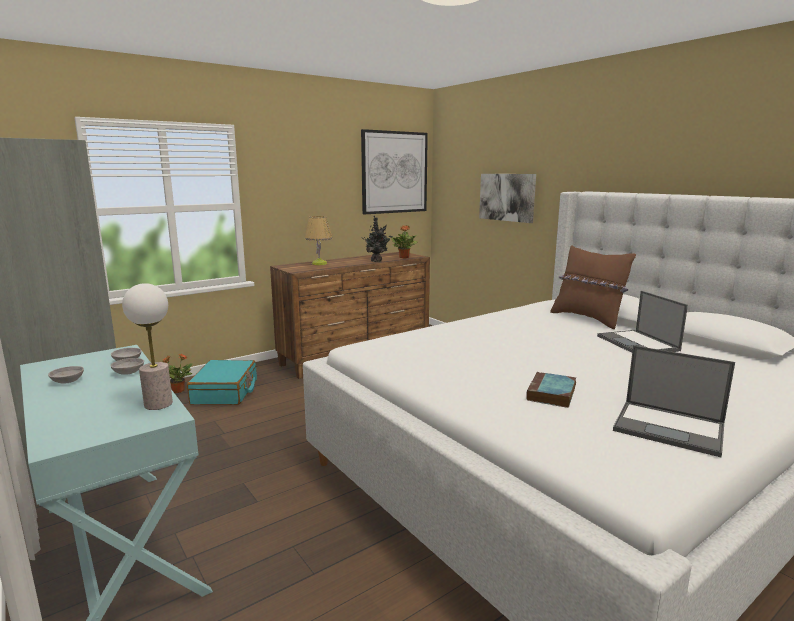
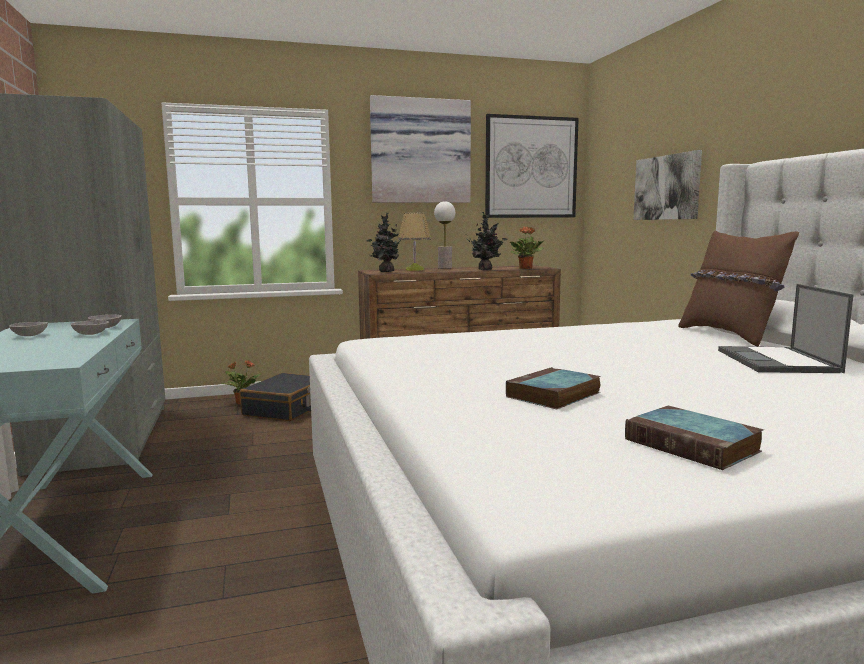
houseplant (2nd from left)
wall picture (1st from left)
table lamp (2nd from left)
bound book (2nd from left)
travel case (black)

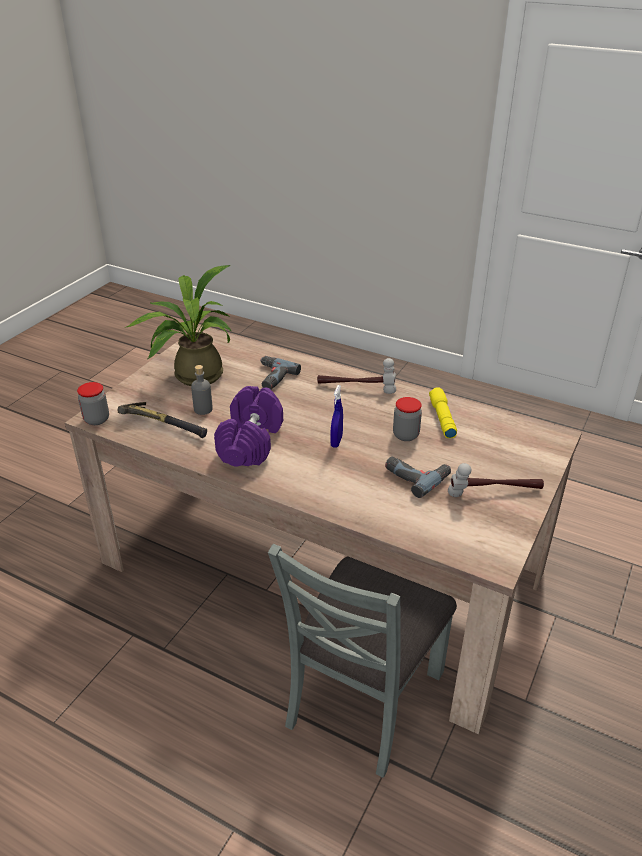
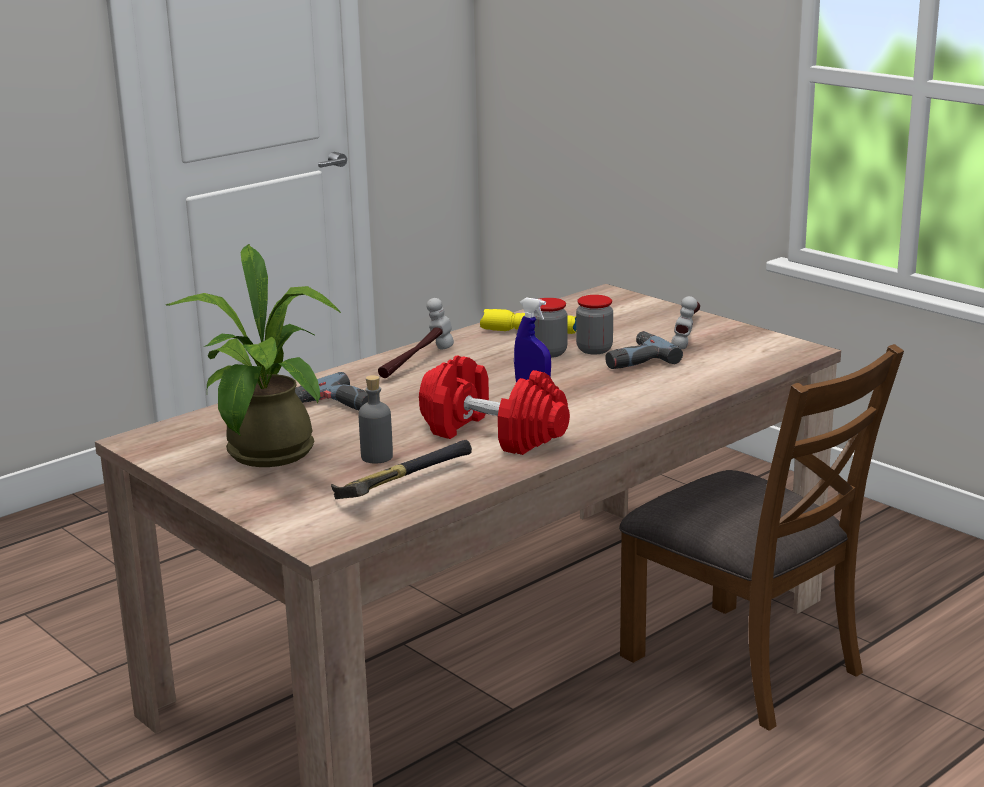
storage jar (2nd from left)
hand weight (red)
chair (brown)

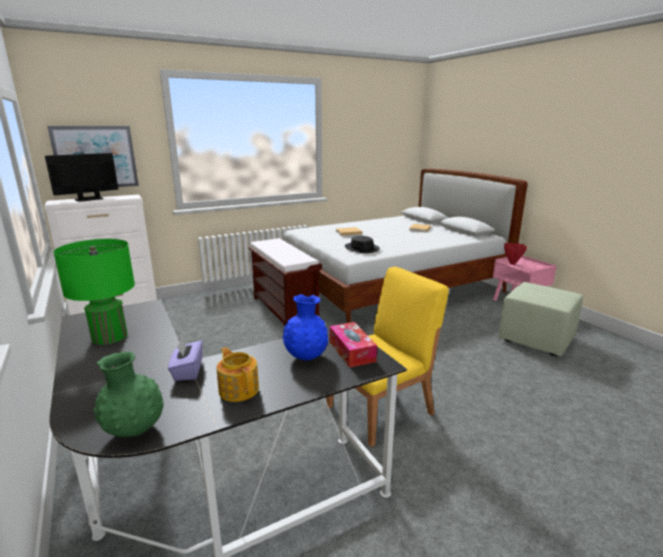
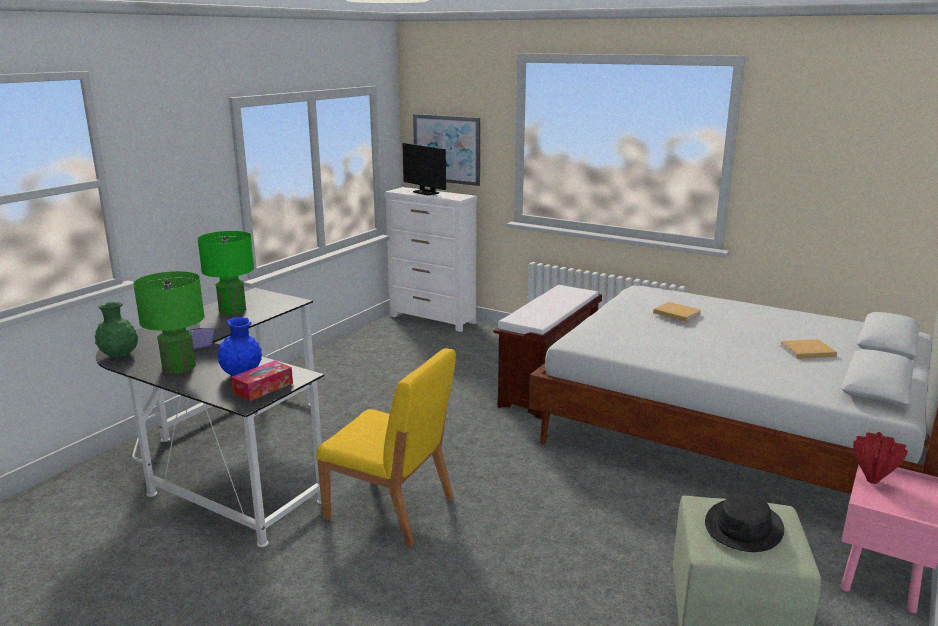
hat (black)
table lamp (green) (1st from left)
computer screen

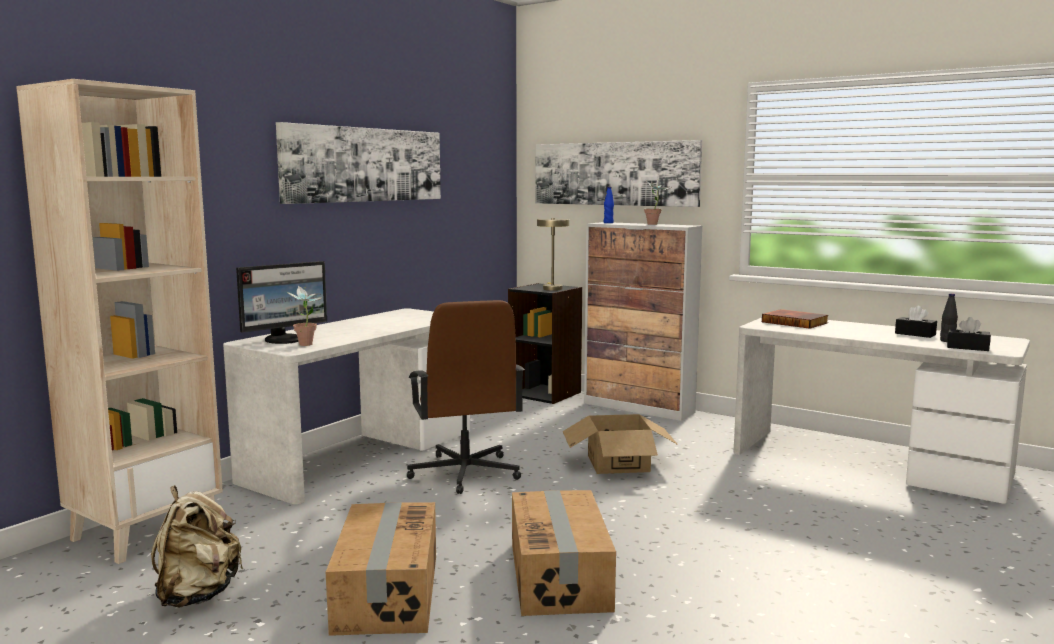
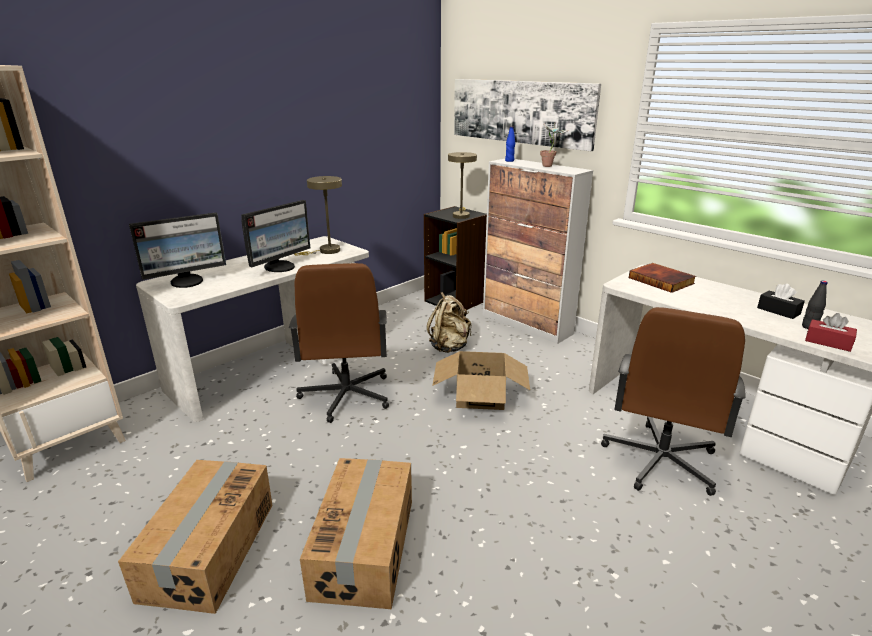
wall picture (1st from left in the first image)
houseplant (1st from left in the first image)
computer screen (2nd from left)
table lamp (beige) (1st from left)
computer chair (brown) (2nd from left)
knapsack (beige)
tissue holder (red)

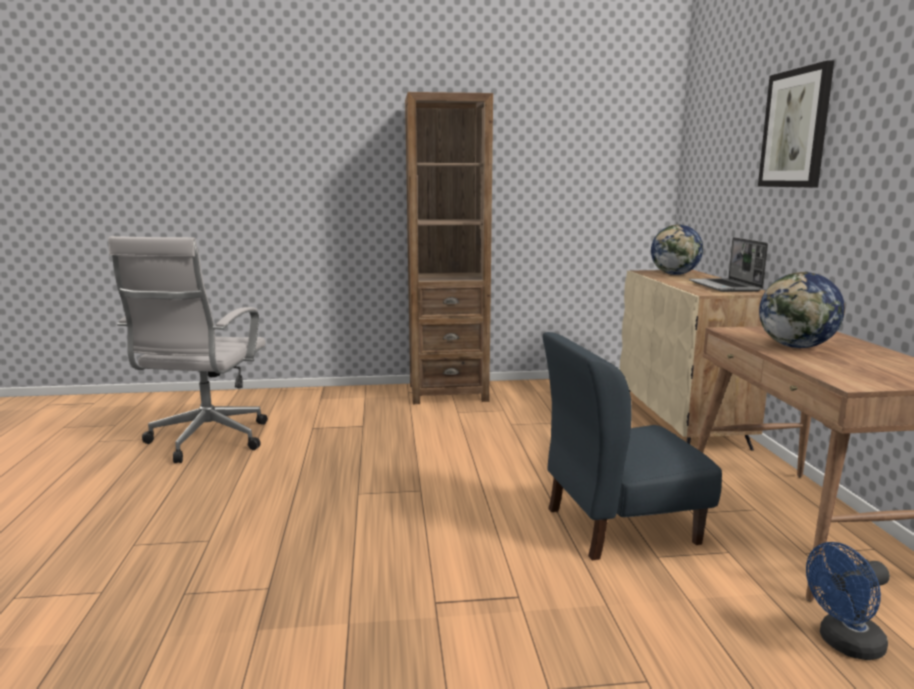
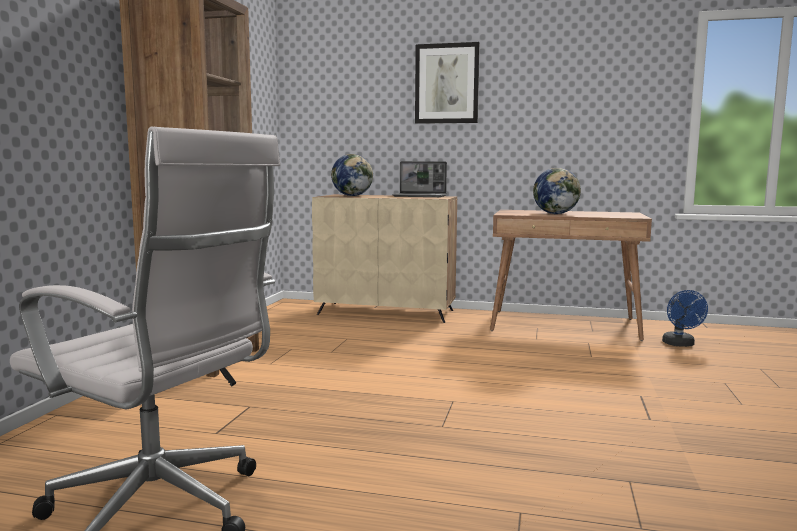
chair (blue)

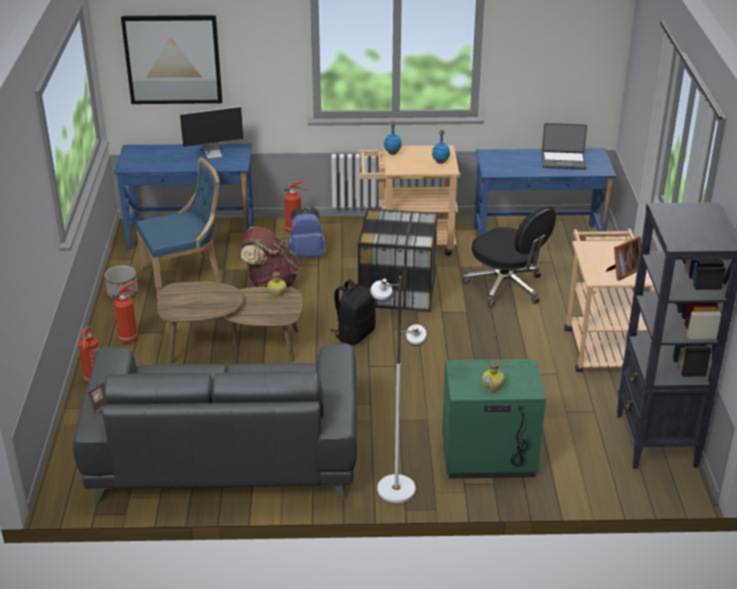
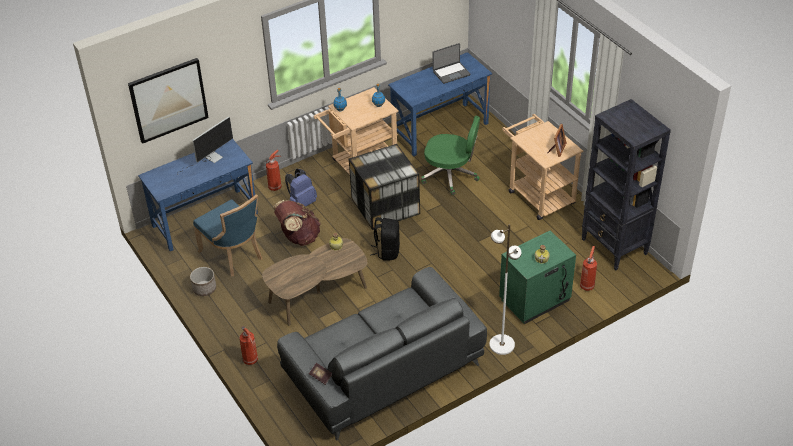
extinguisher (3rd from left)
computer chair (green)
chair (blue)

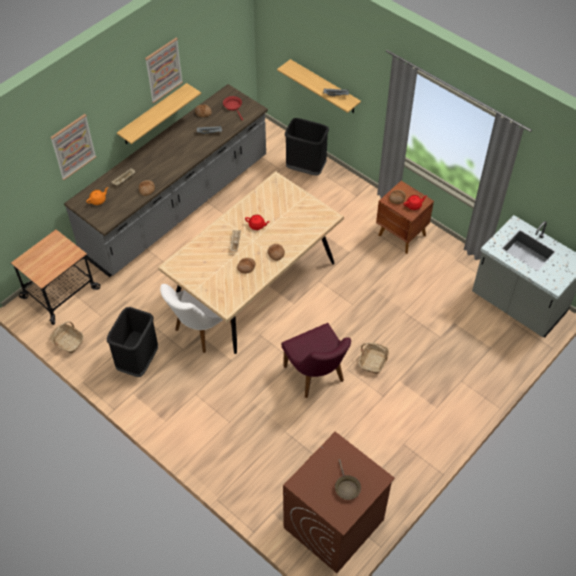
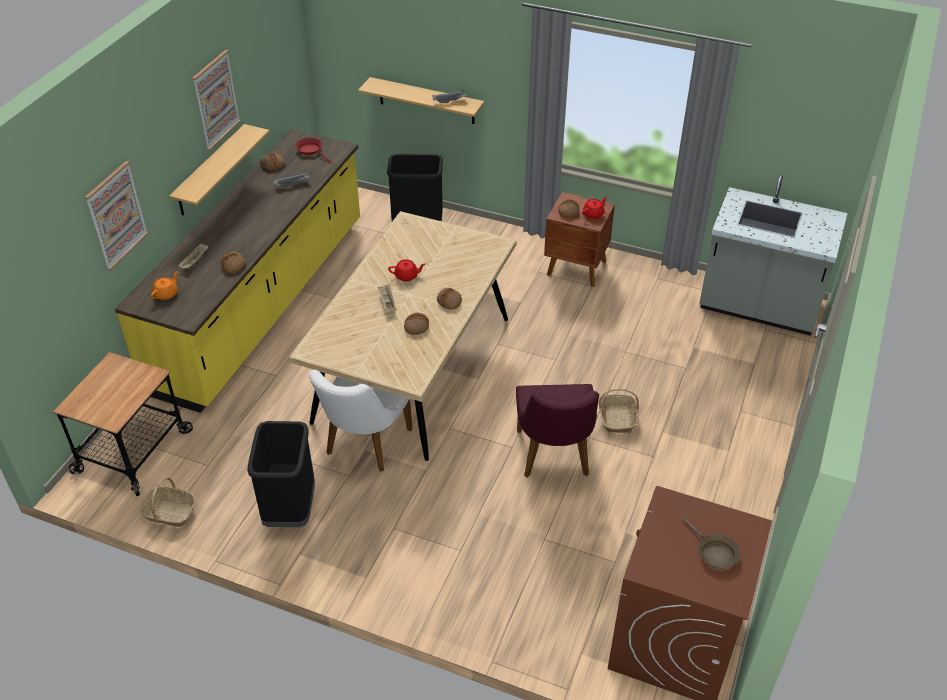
kitchen base unit (yellow-coloured)
chair (purple)

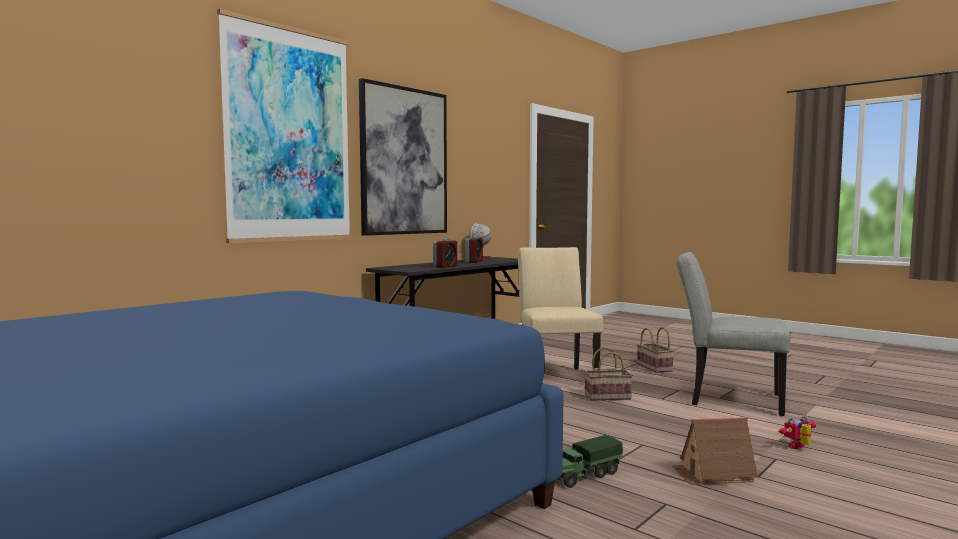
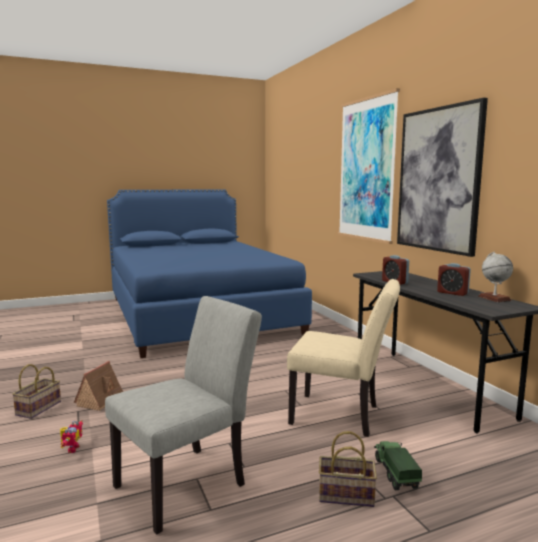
toy truck
household basket (1st from left)

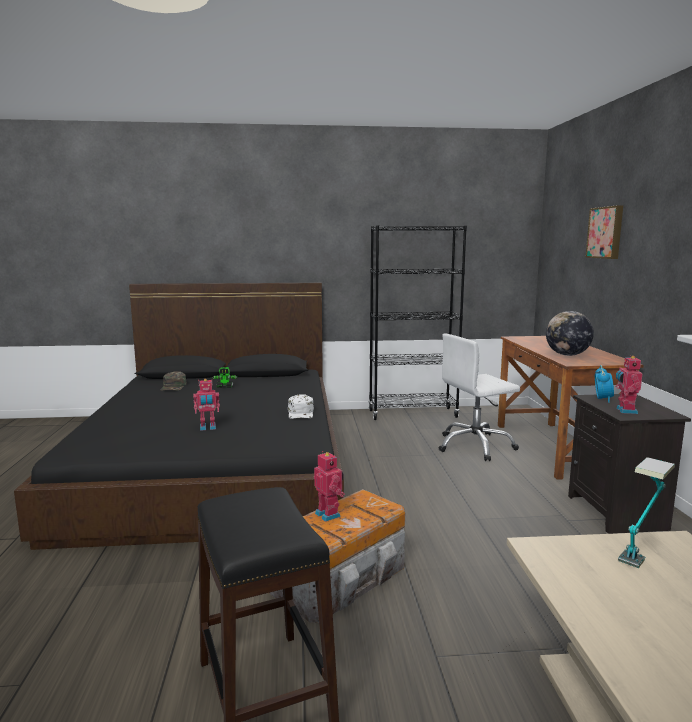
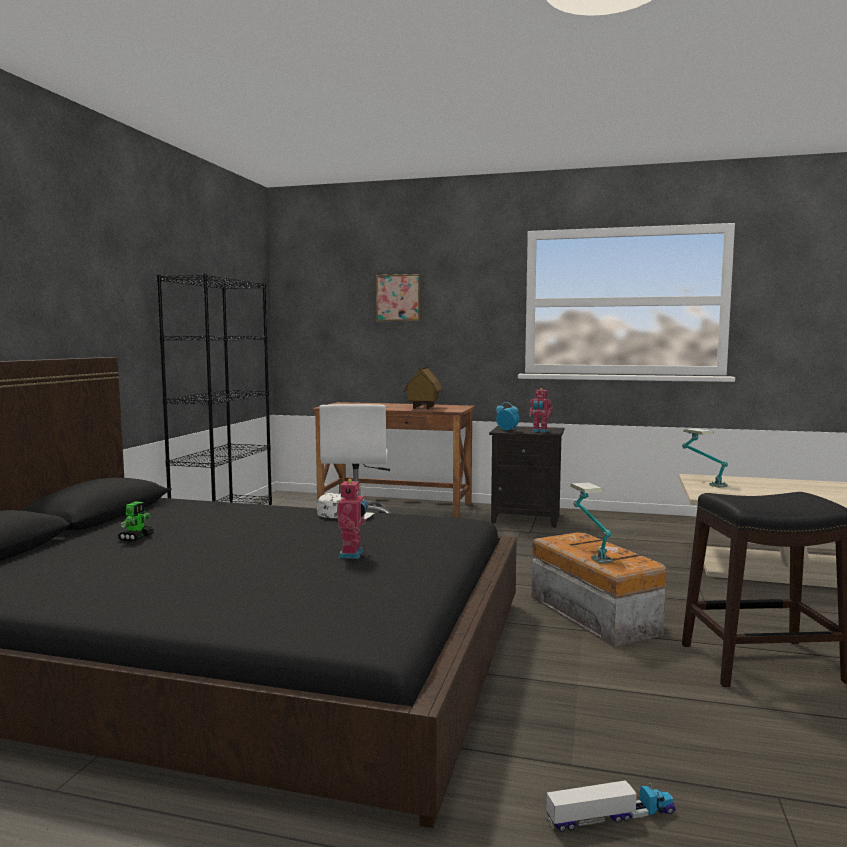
cap (green)
toy truck
table lamp (1st from left)
toy house

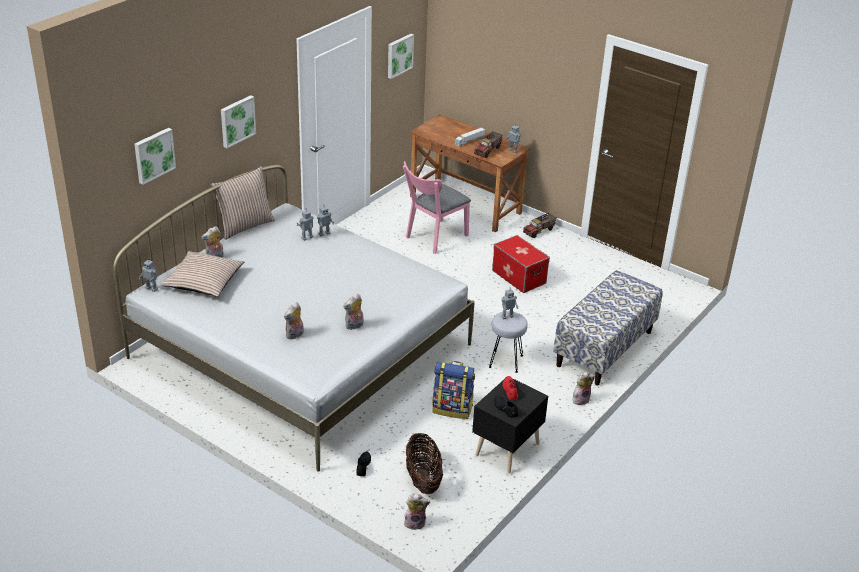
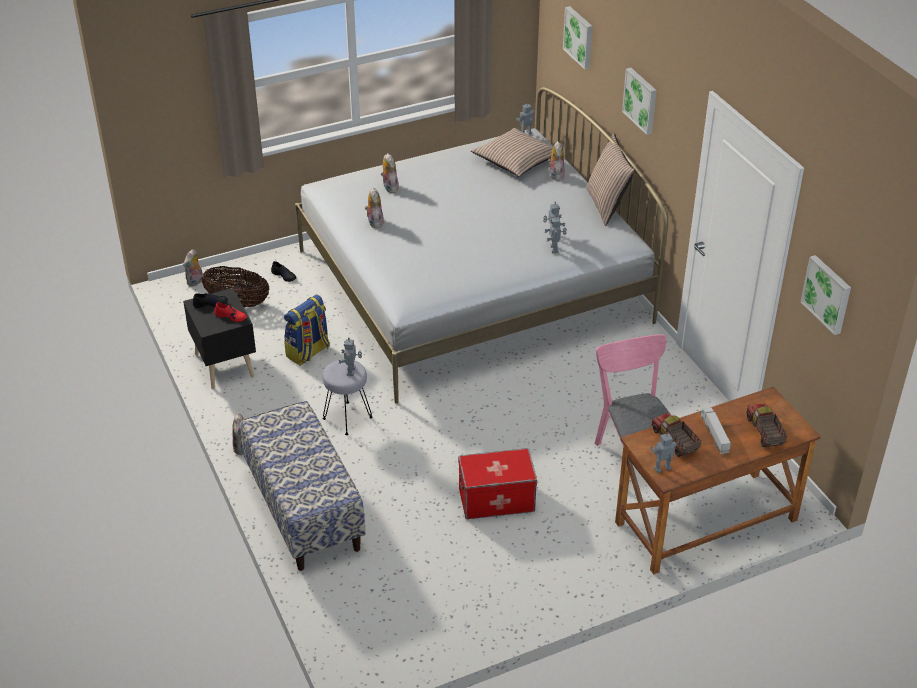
toy truck (3rd from left)

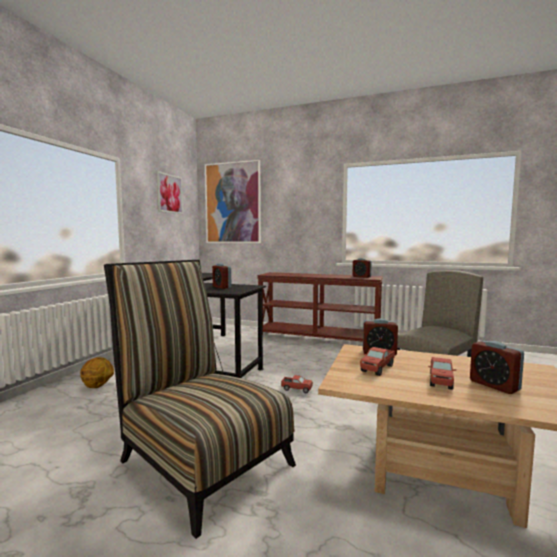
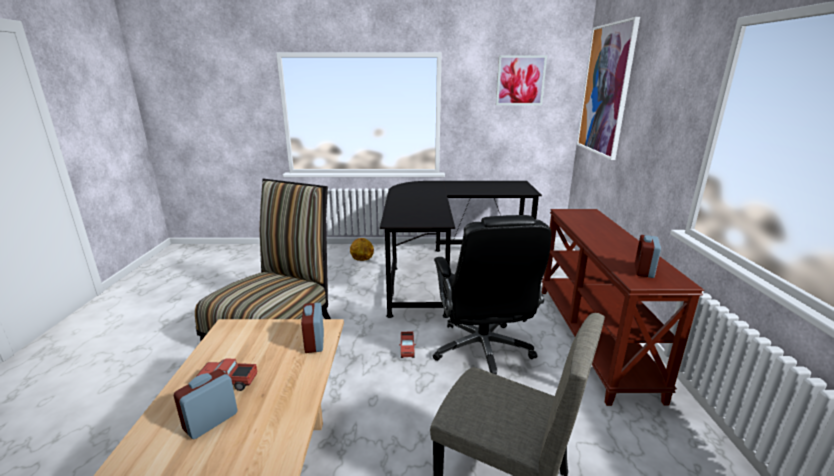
alarm clock (1st from left in the first image)
toy truck (2nd from left in the first image)
computer chair (black)

